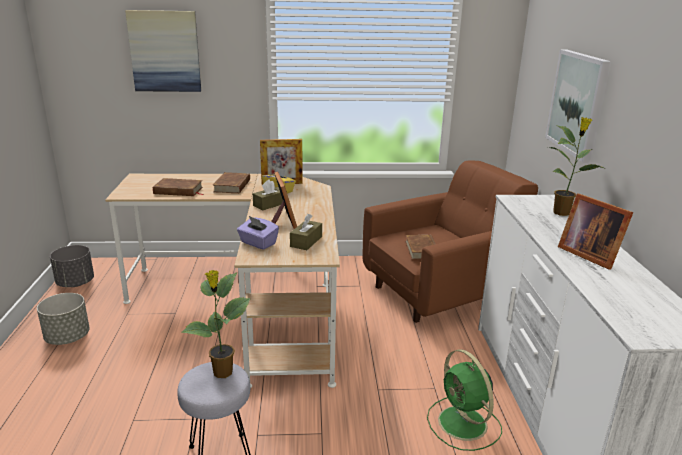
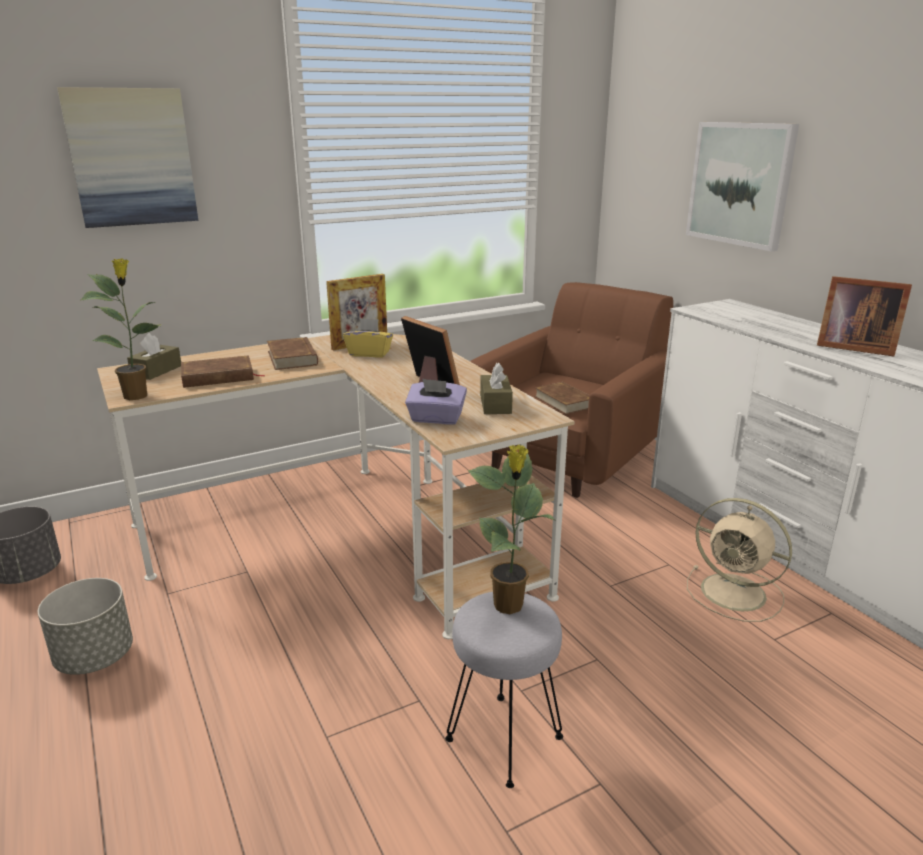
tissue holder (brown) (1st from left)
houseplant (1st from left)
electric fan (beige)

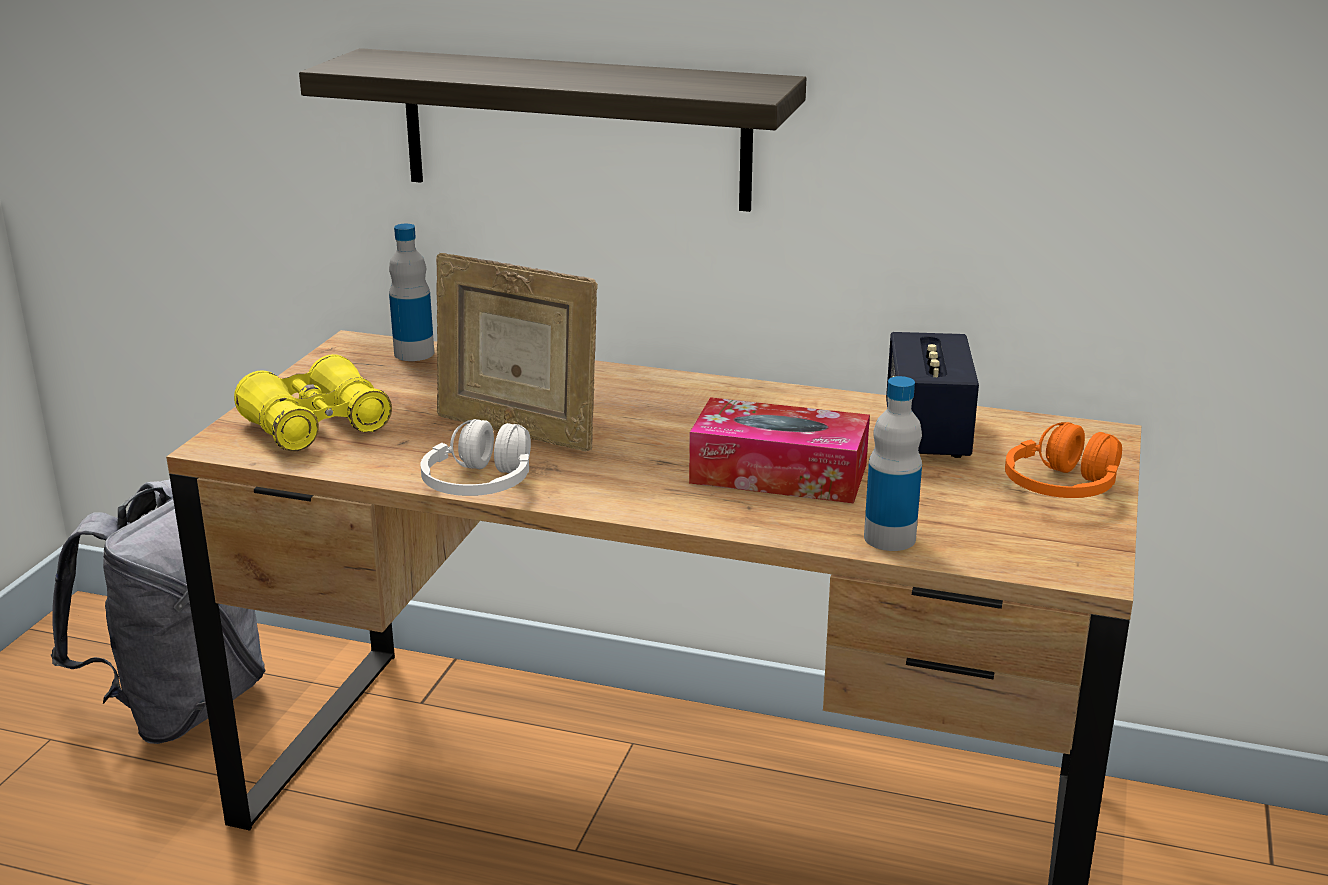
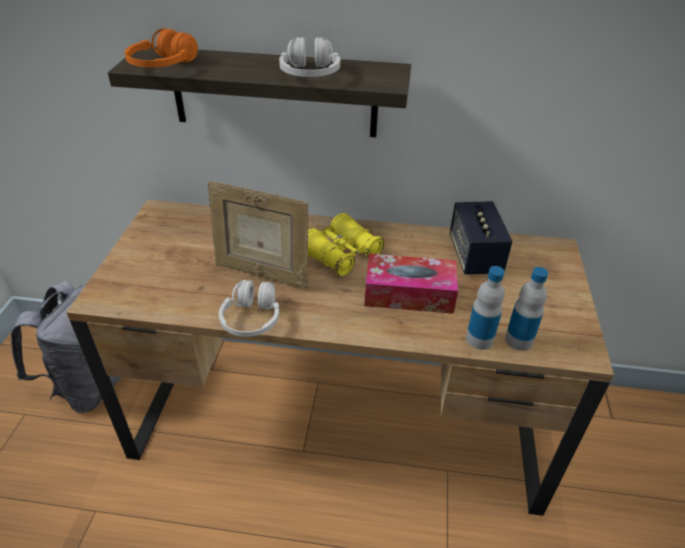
headset (white-coloured) (2nd from left)
binoculars (yellow-coloured)
drink bottle (2nd from left)
headset (orange)

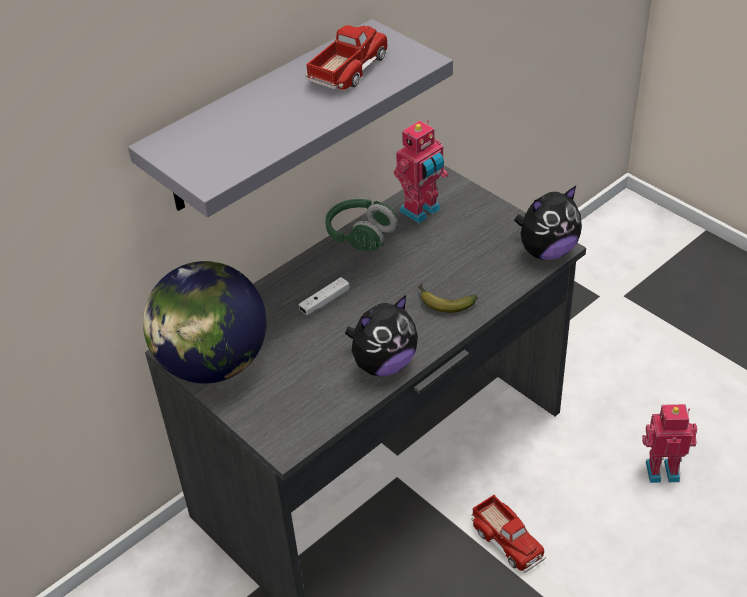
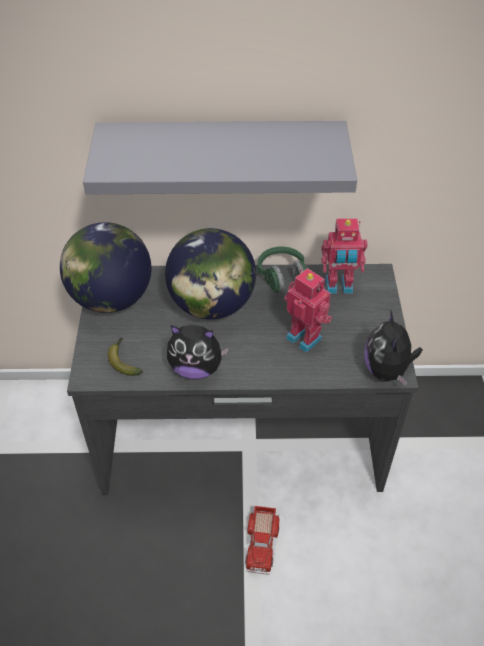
toy truck (1st from left in the first image)
whole banana
robot figure (1st from left)
desk globe (2nd from left)
plush toy (2nd from left)

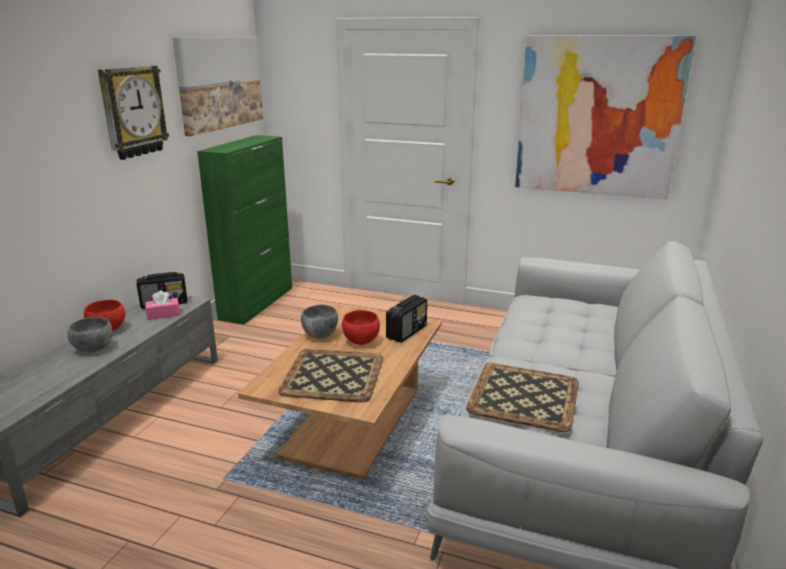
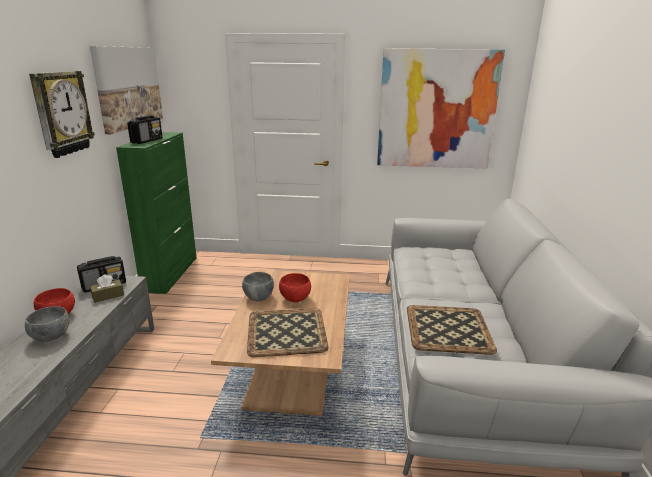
radio receiver (2nd from left)
tissue holder (brown)

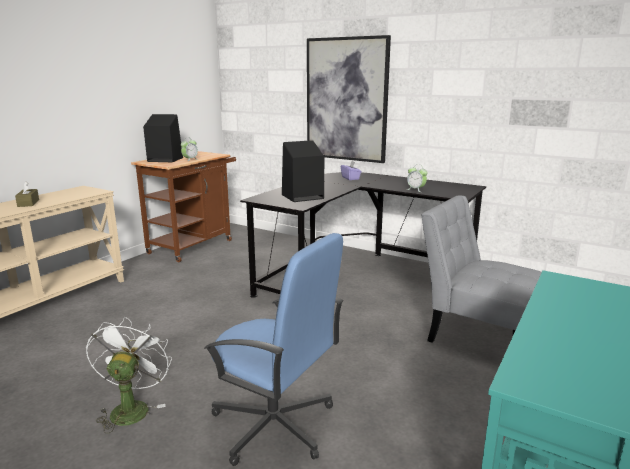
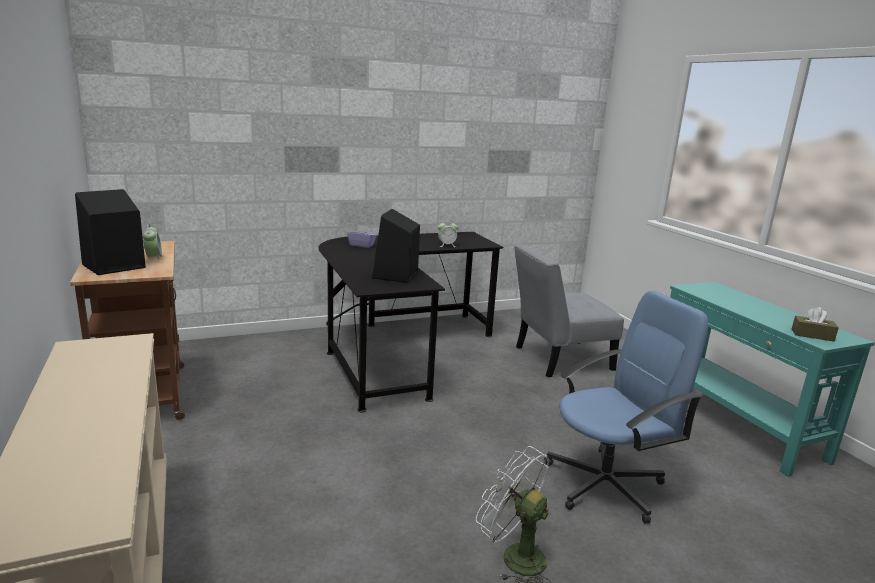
wall picture
tissue holder (brown)

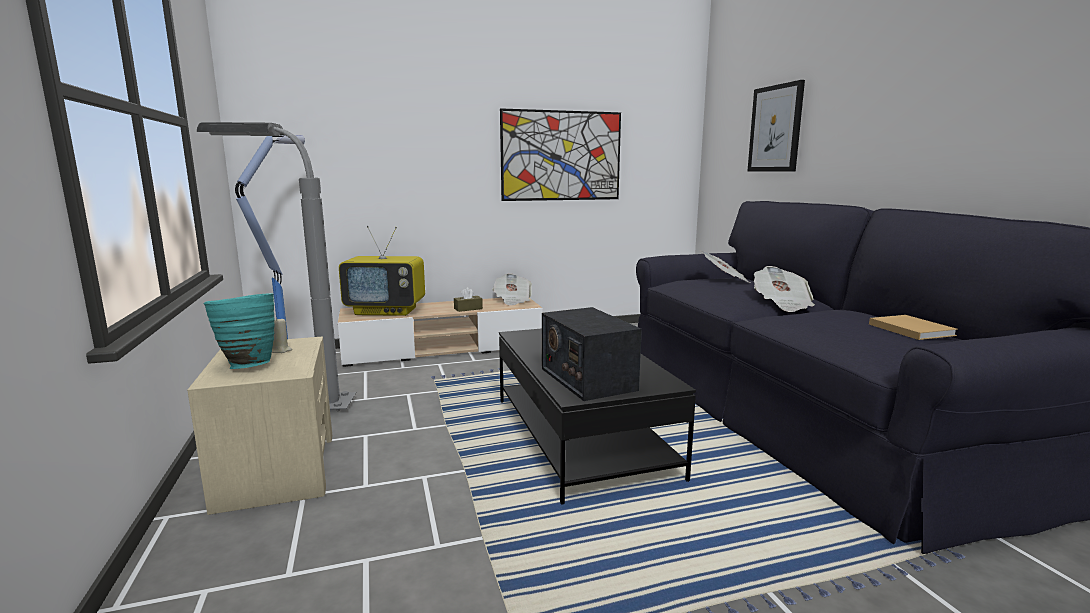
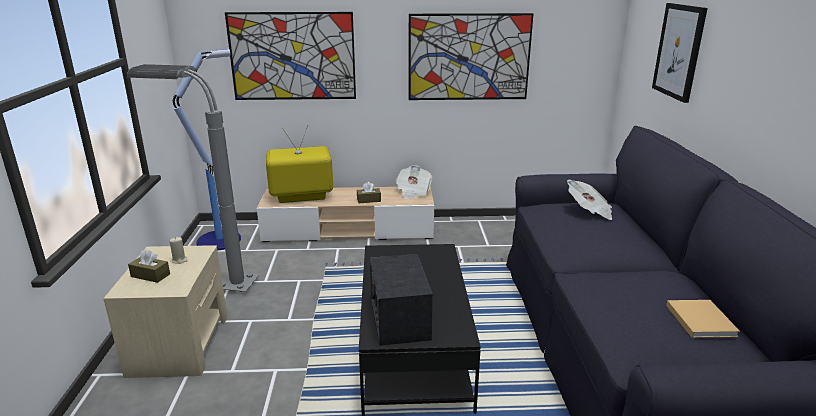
printed paper (3rd from left in the first image)
wall picture (1st from left)
tissue holder (brown) (1st from left)
TV set

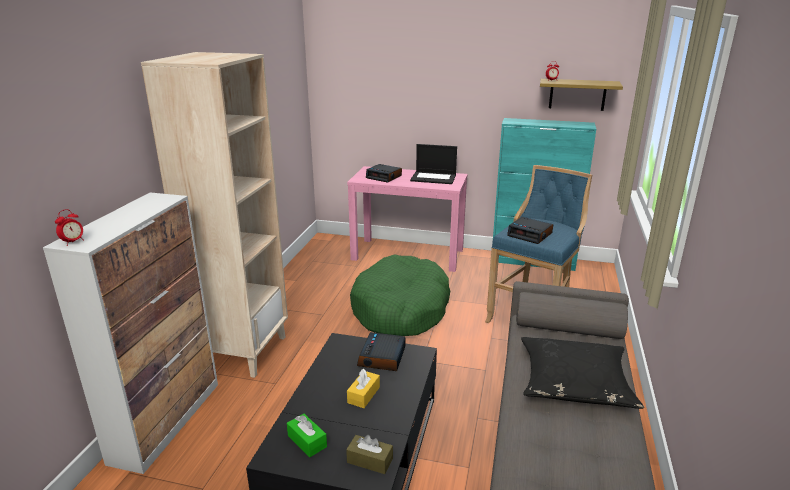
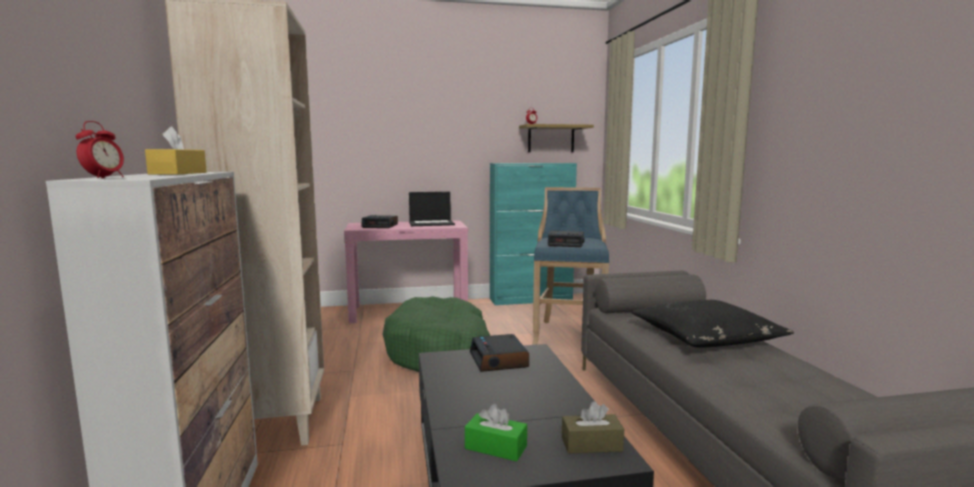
tissue holder (yellow-coloured)

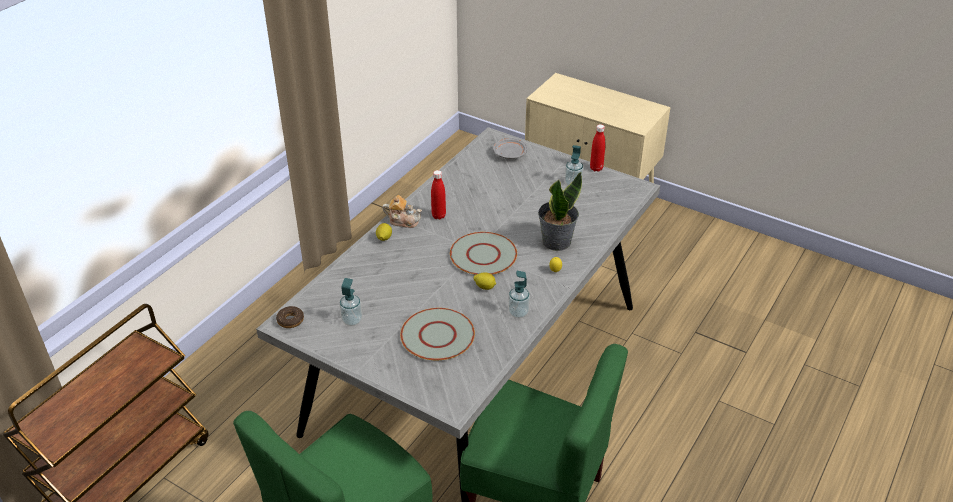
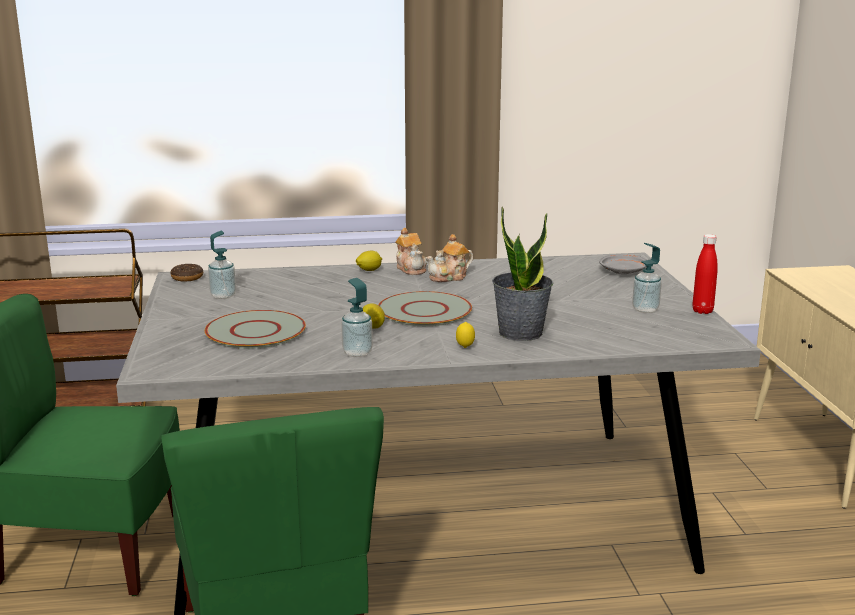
teapot (2nd from left)

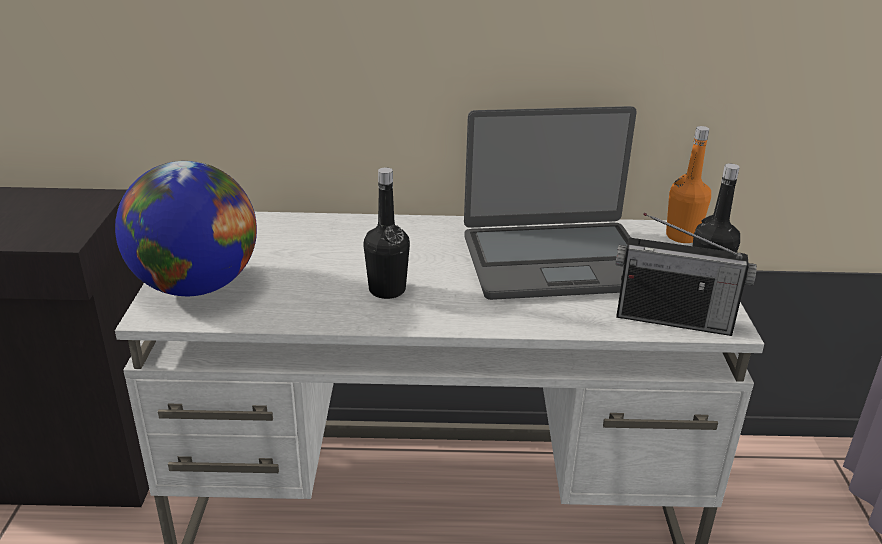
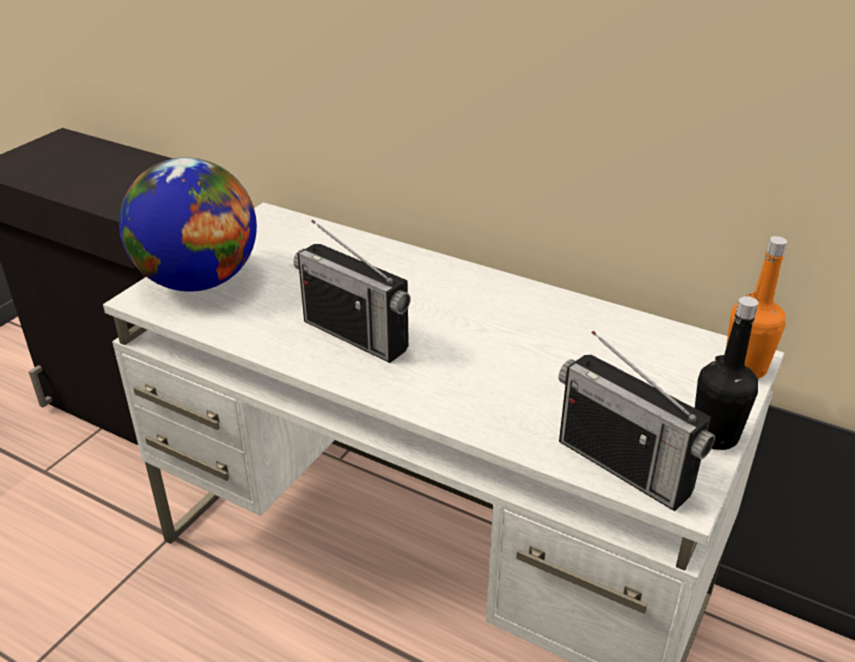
notebook computer
radio receiver (1st from left)

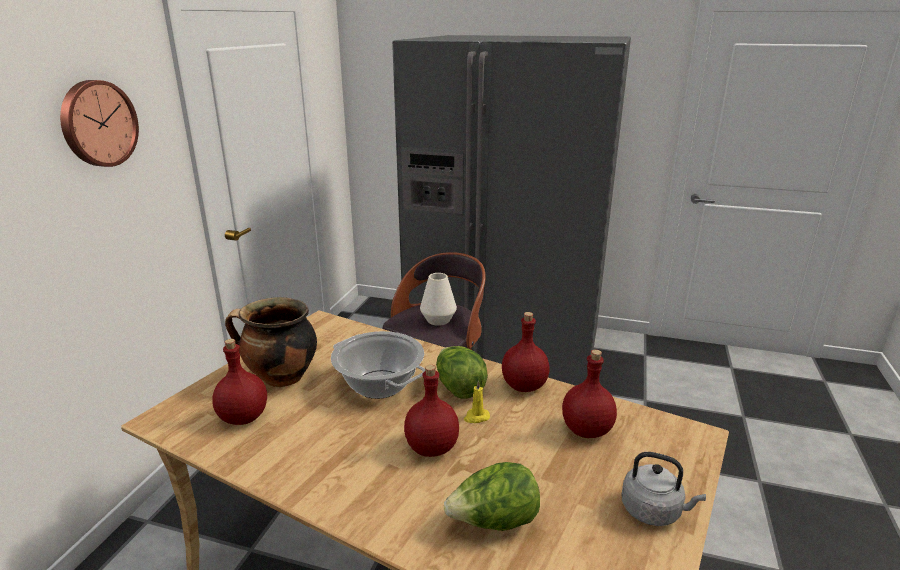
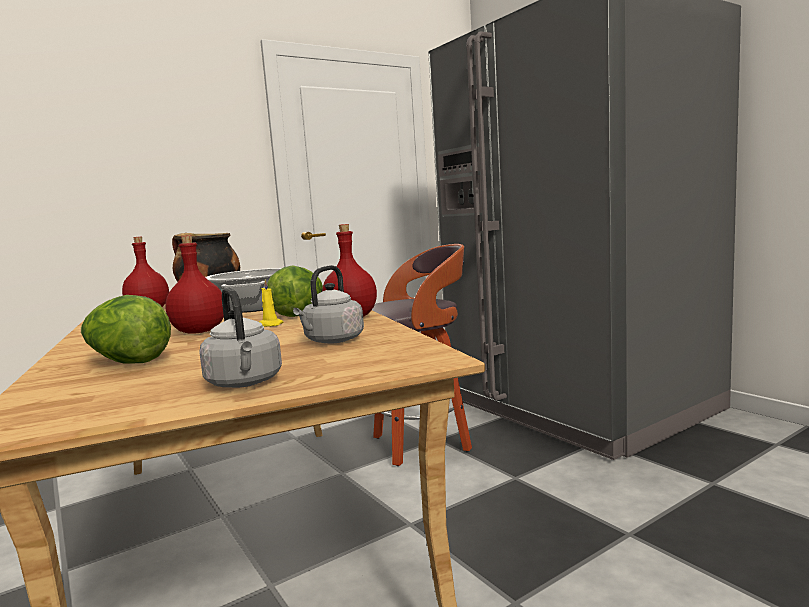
hanging clock
flower vase (white-coloured)
kettle (greyish) (2nd from left)

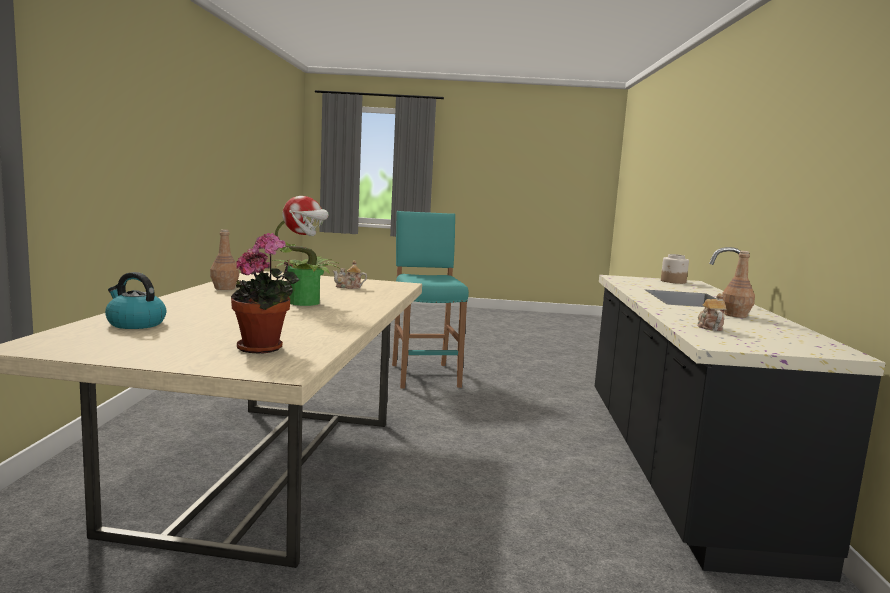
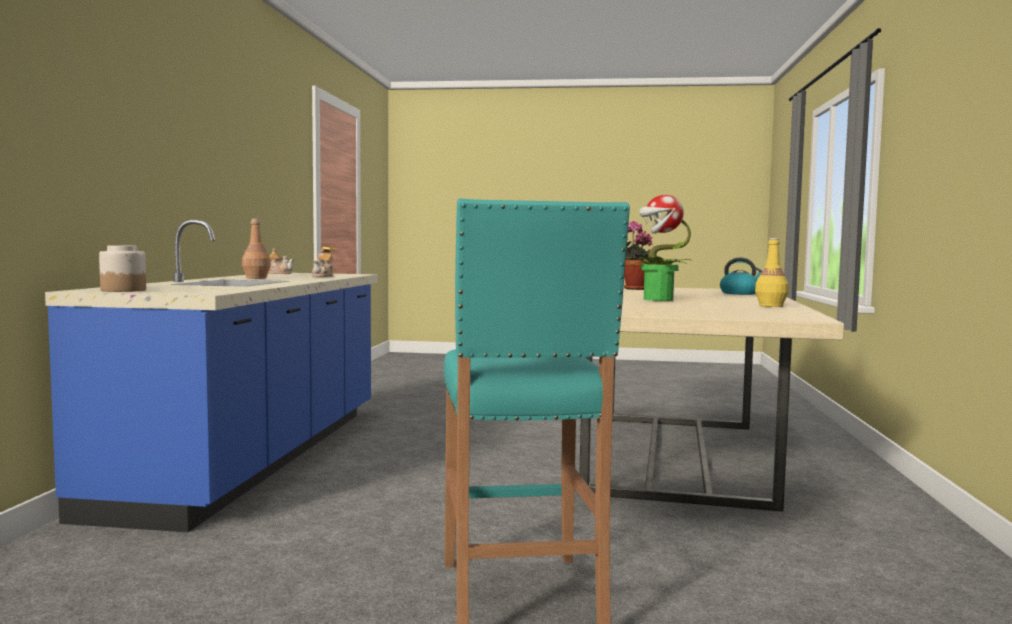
teapot (1st from left)
drink bottle (yellow-coloured)
kitchen base unit (blue)

